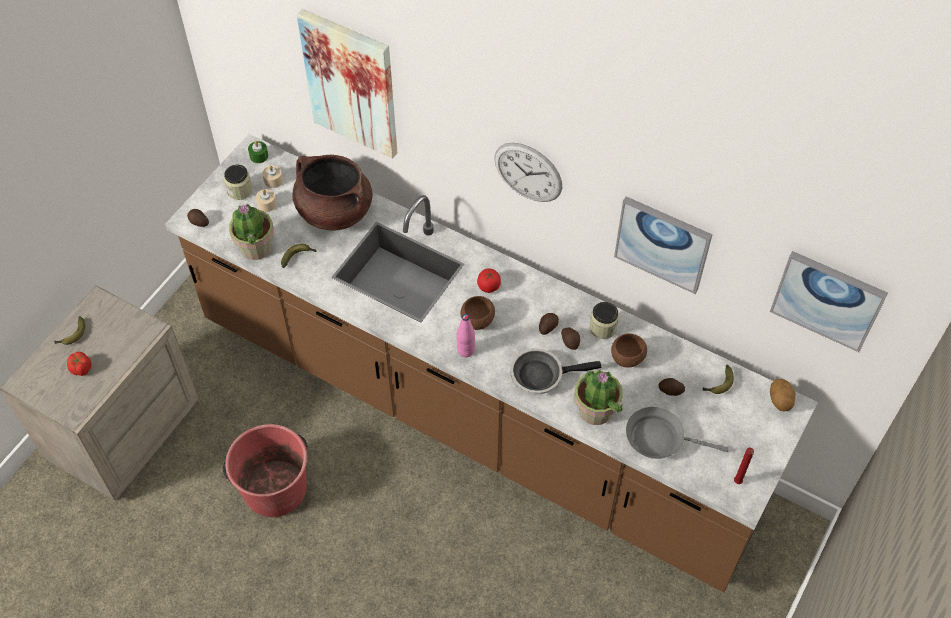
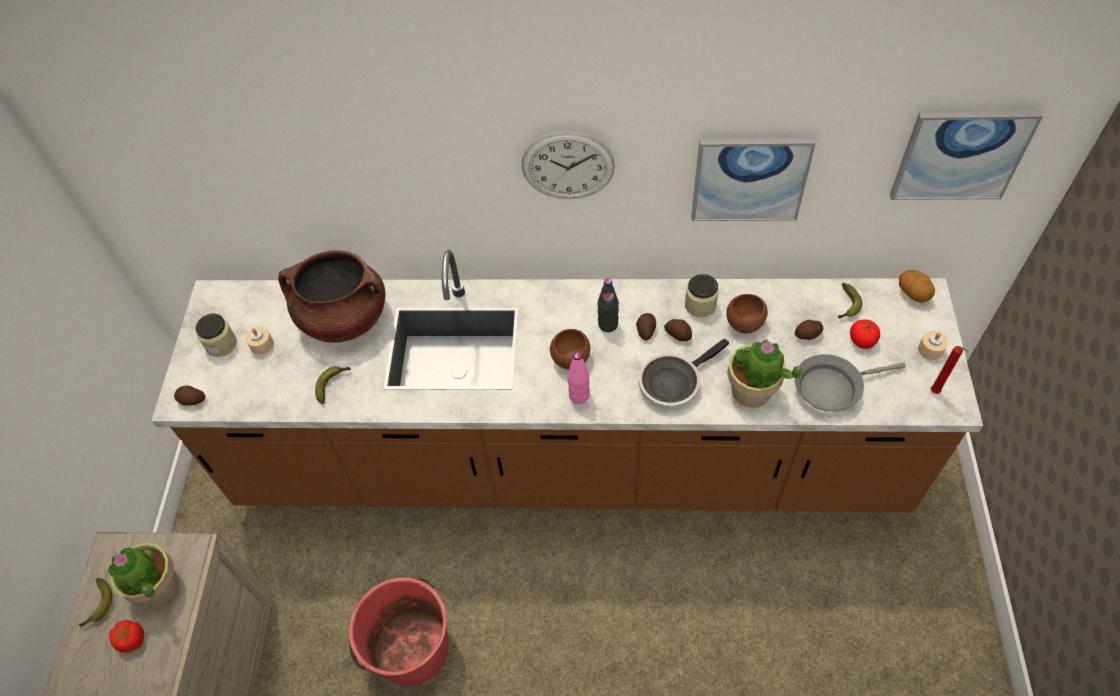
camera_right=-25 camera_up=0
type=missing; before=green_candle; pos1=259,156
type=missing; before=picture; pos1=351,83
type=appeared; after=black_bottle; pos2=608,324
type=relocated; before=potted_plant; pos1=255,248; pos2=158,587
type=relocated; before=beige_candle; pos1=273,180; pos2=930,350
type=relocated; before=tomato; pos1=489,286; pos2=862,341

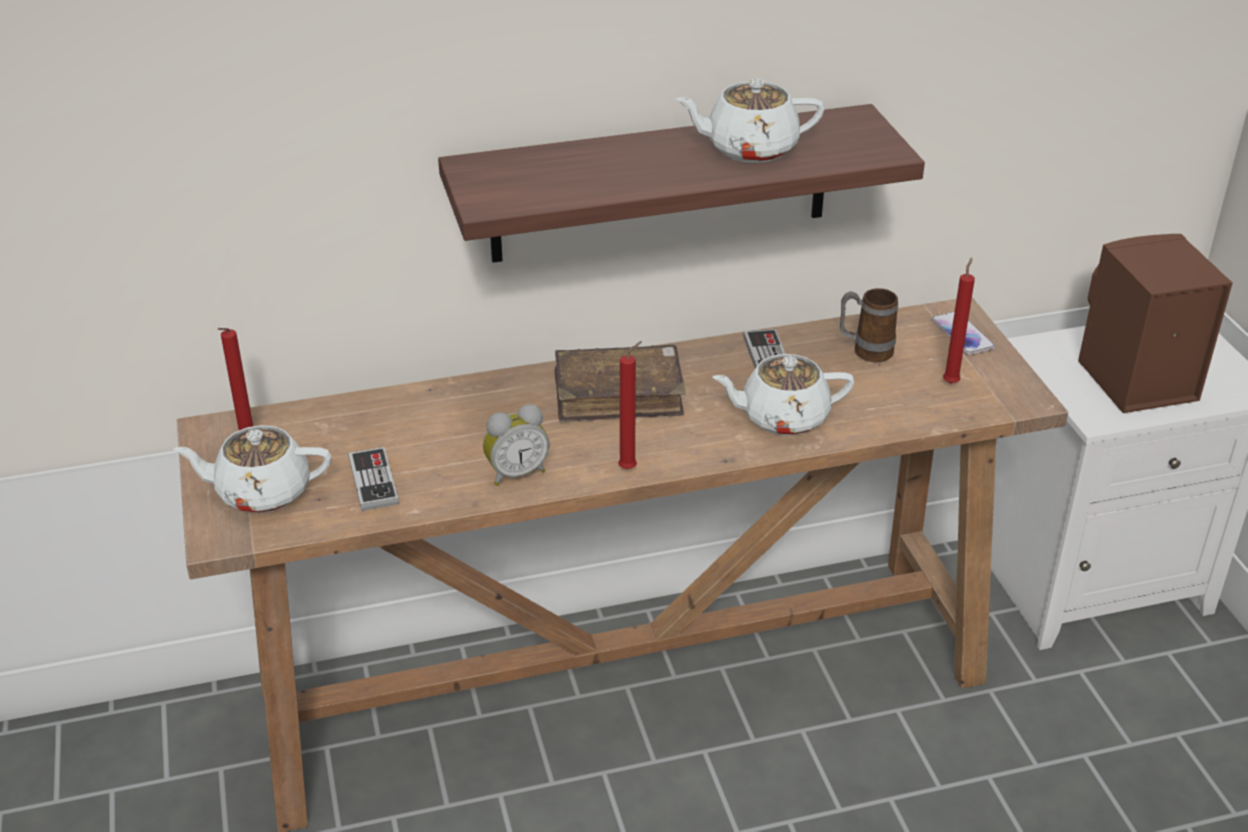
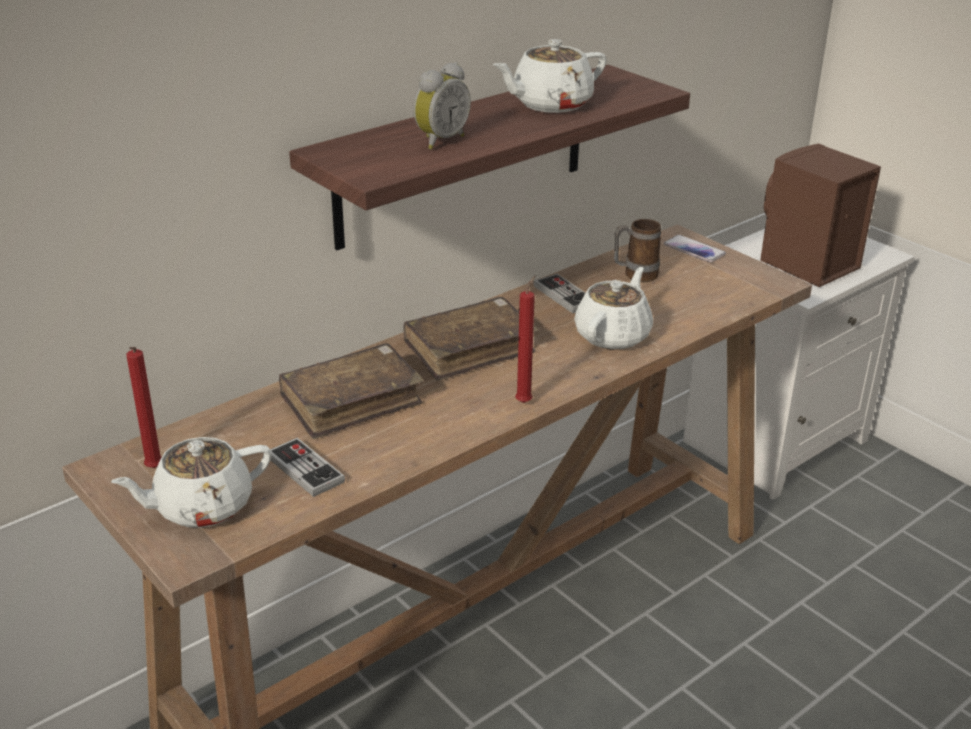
camera_right=-25 camera_up=-5
type=missing; before=red_candle; pos1=951,382
type=appeared; after=brown_book; pos2=351,403
type=relocated; before=alarm_clock; pos1=516,473; pos2=439,140
type=spun; before=white_teapot; pos1=782,417; pos2=613,335; turn=150

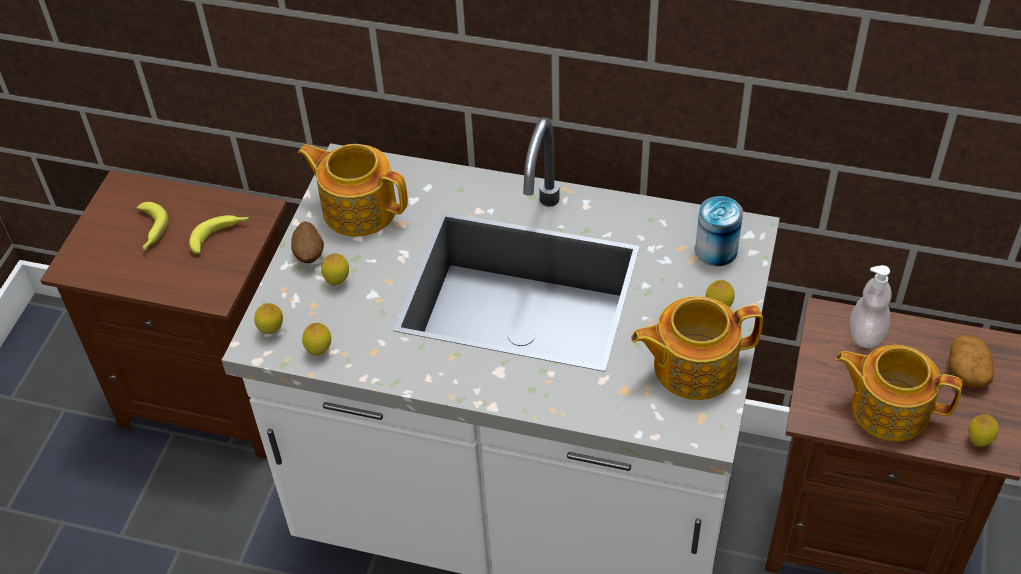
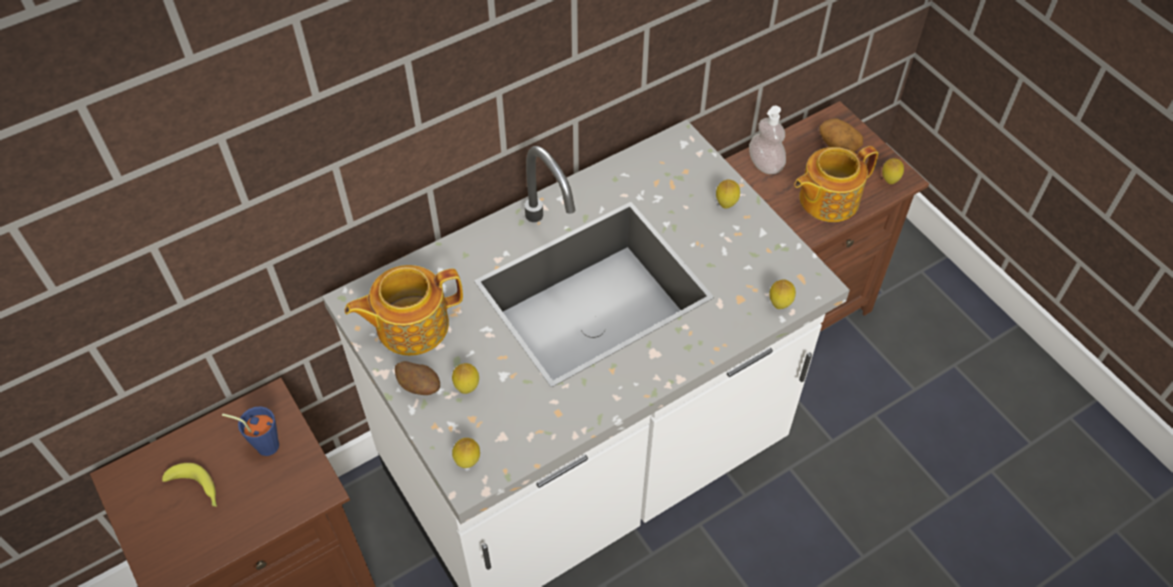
camera_right=-50 camera_up=5
type=missing; before=teapot; pos1=692,366
type=missing; before=can; pos1=716,250
type=relocated; before=lemon; pos1=319,351; pos2=779,304
type=exchanged; before=banana; after=blue_cup; pos1=220,235; pos2=263,444

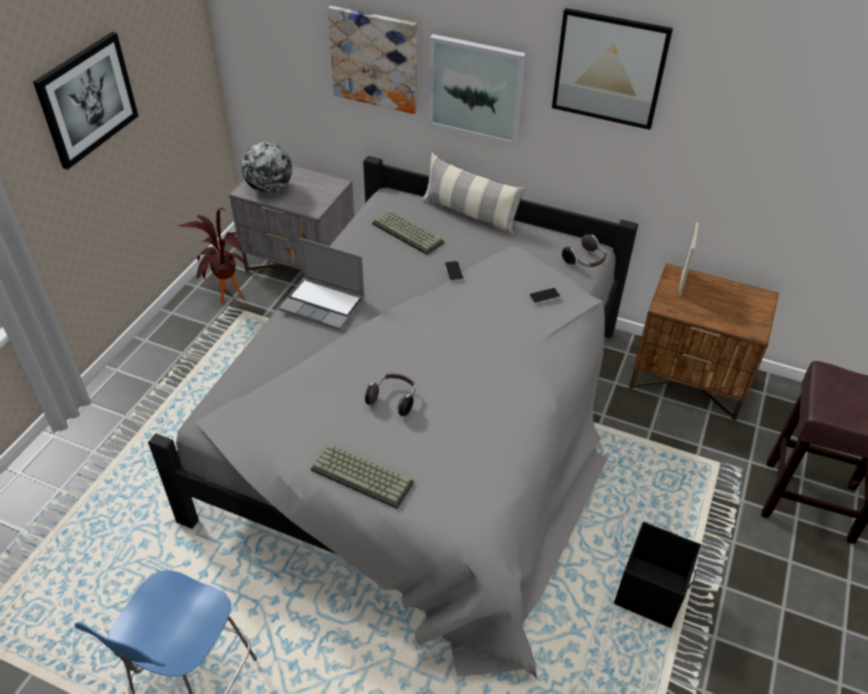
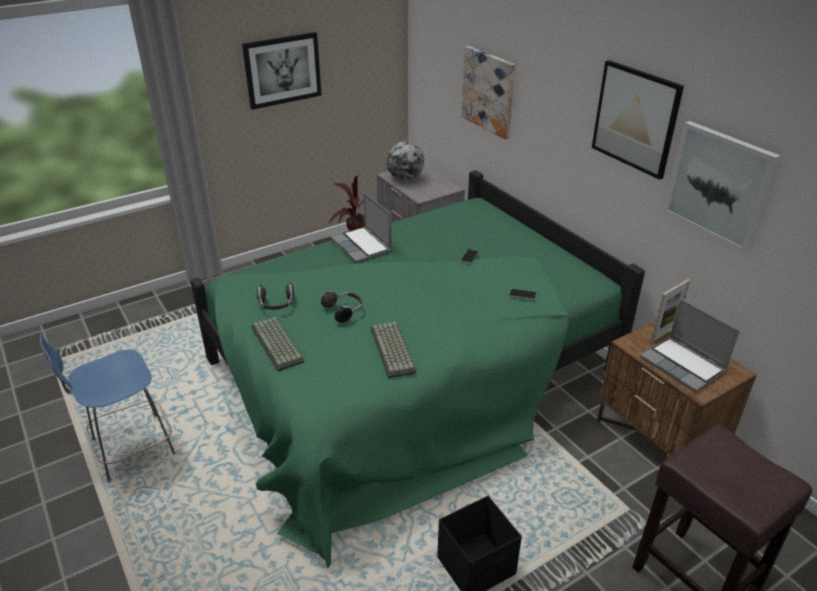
camera_right=35 camera_up=-10
type=missing; before=pillow; pos1=470,214
type=appeared; after=laptop; pos2=683,365
type=relocated; before=keyboard; pos1=409,233; pos2=394,350
type=relocated; before=picture; pos1=476,89; pos2=719,185
type=relocated; before=headphones; pos1=585,261; pos2=277,305
type=colour; before=grey_bed; after=green_bed; pos1=427,430; pos2=408,377

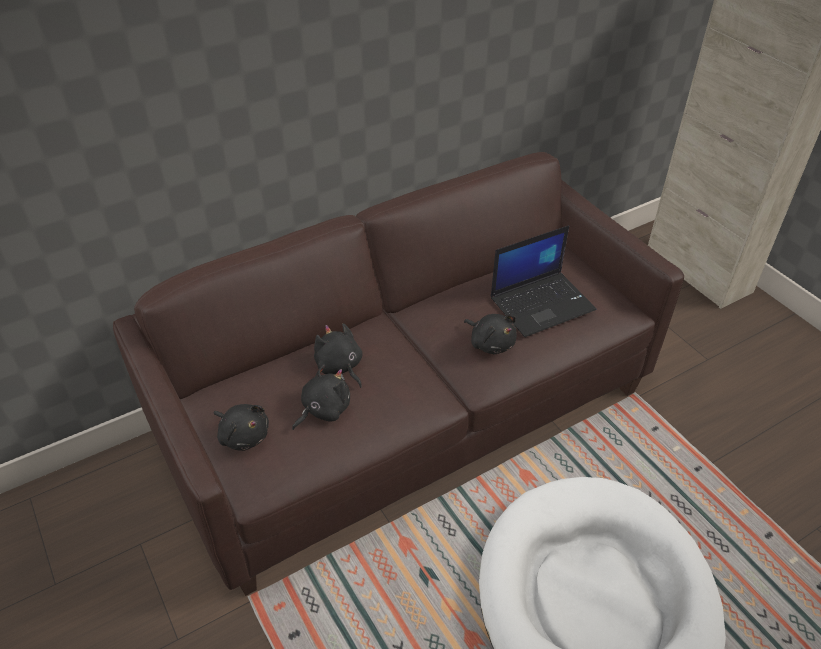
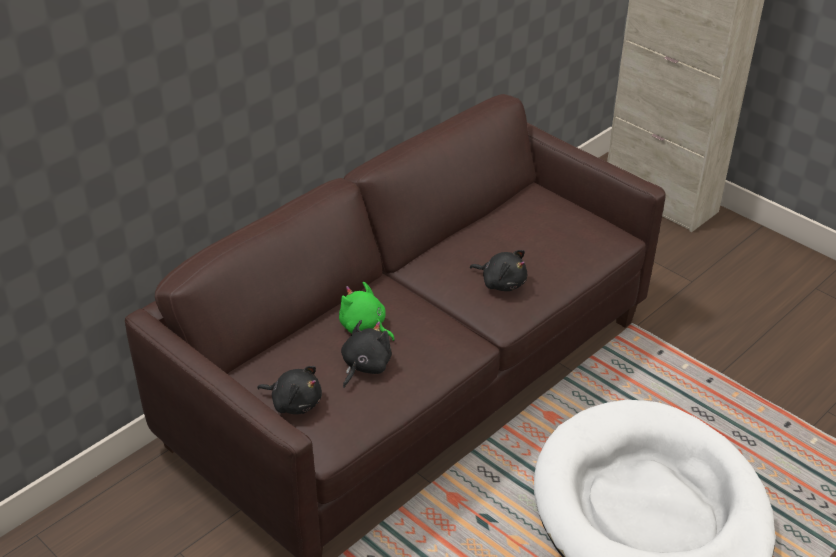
camera_right=-15 camera_up=-5
type=missing; before=laptop; pos1=542,303
type=colour; before=black_plush_toy; after=green_plush_toy; pos1=340,367; pos2=364,327

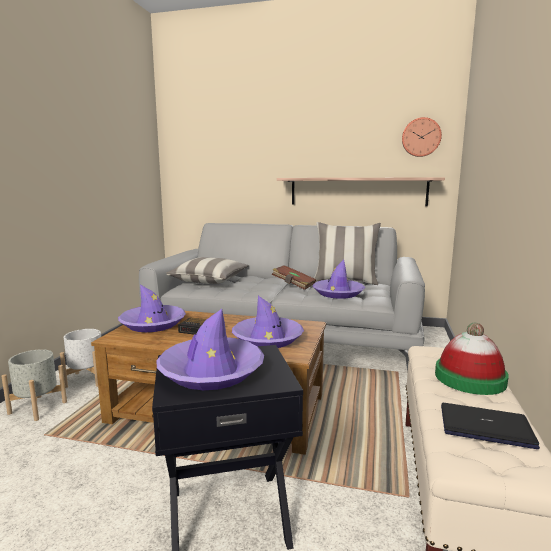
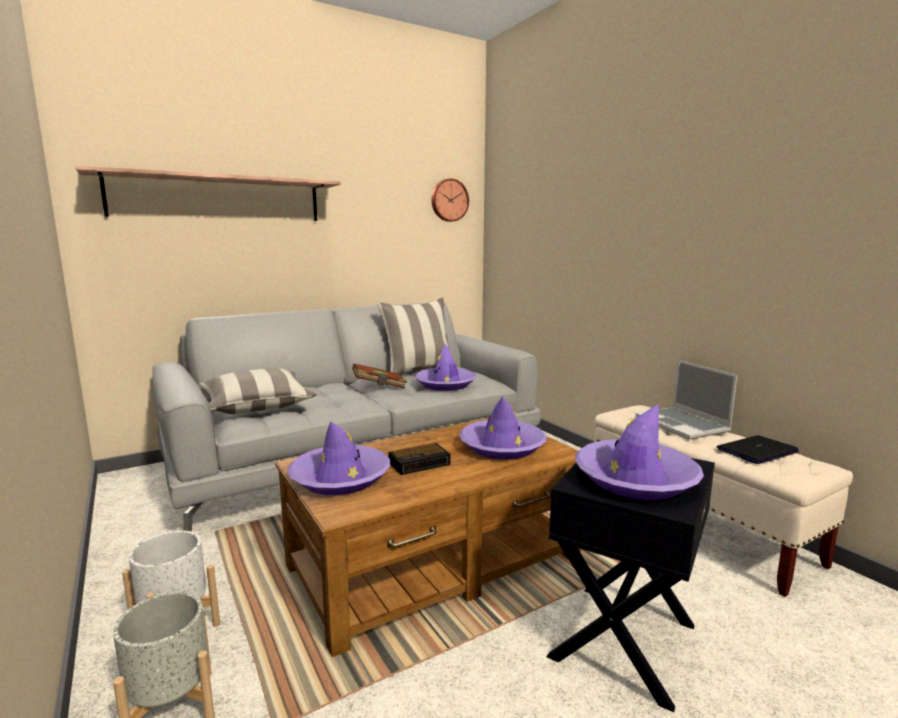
camera_right=-45 camera_up=0
type=relocated; before=shelf; pos1=357,191; pos2=218,198
type=exchanged; before=hat; after=laptop; pos1=470,378; pos2=683,425

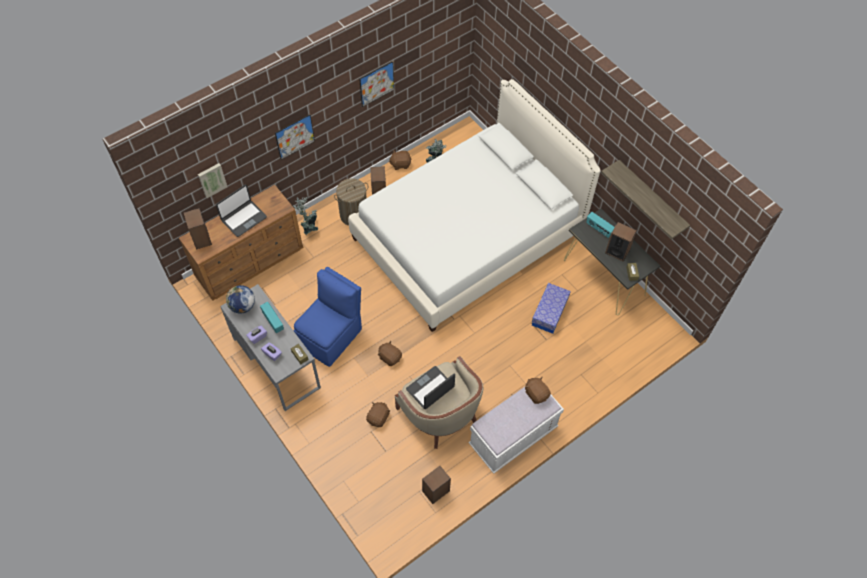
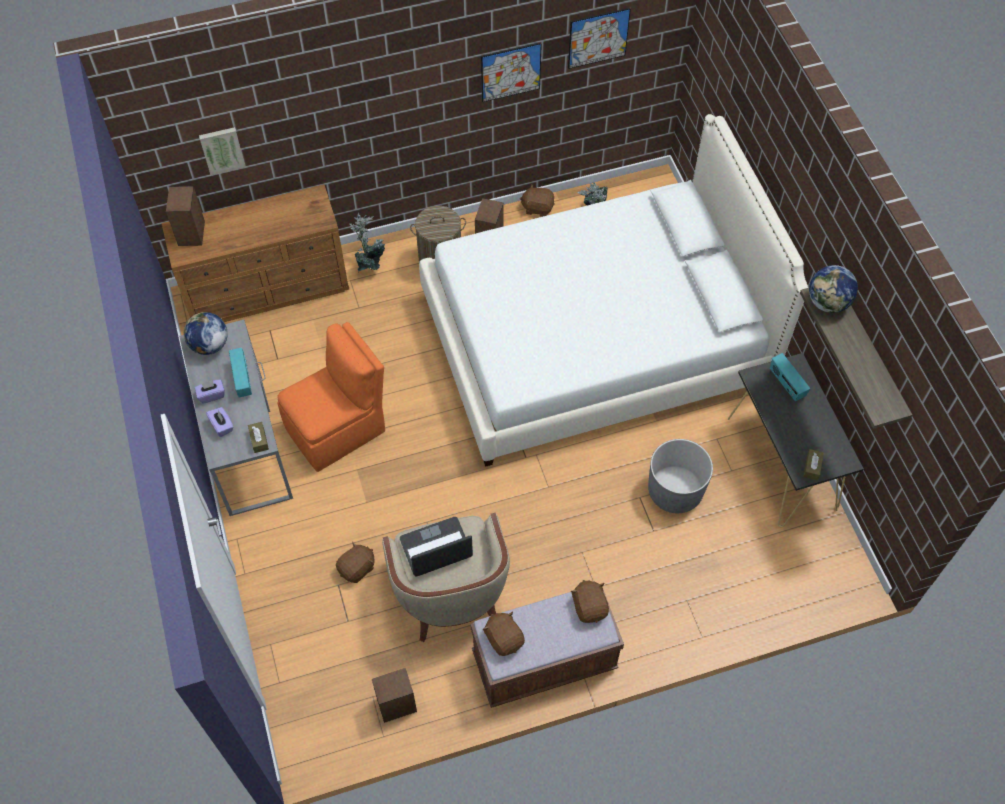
camera_right=20 camera_up=0
type=missing; before=laptop; pos1=243,218
type=missing; before=speaker; pos1=617,251
type=appeared; after=globe; pos2=828,303
type=relocated; before=picture; pos1=295,136; pos2=598,38
type=relocated; before=brown_plush_toy; pos1=390,357; pos2=504,638
type=exchanged; before=storage_box; after=grey_planter; pos1=549,312; pos2=675,491
type=colour; before=blue_chair; after=orange_chair; pos1=331,336; pos2=338,428
type=colour; before=white_bench; after=brown_bench; pos1=513,436; pos2=544,661

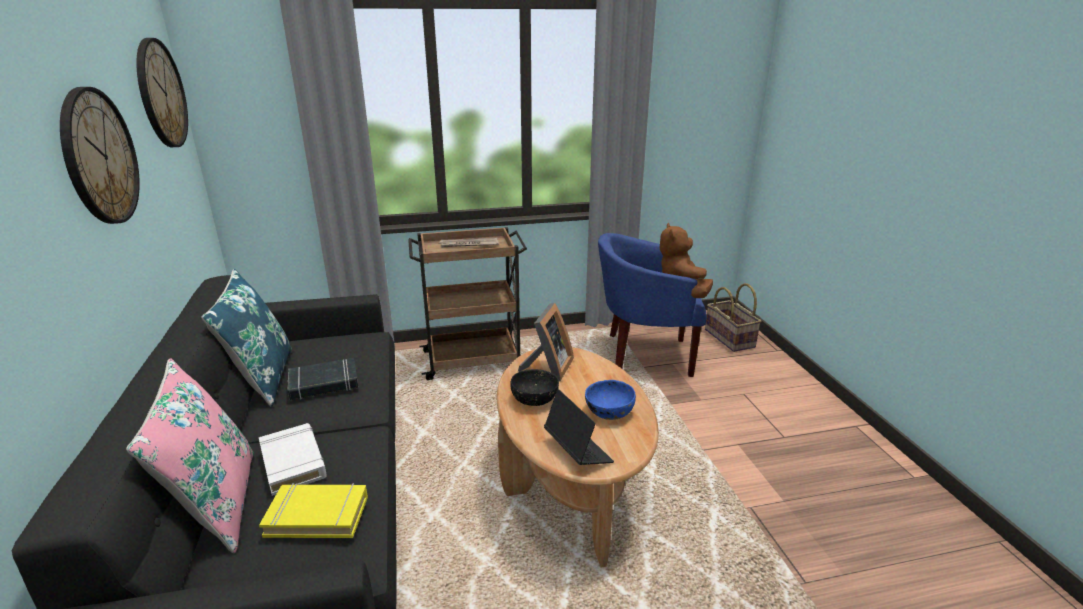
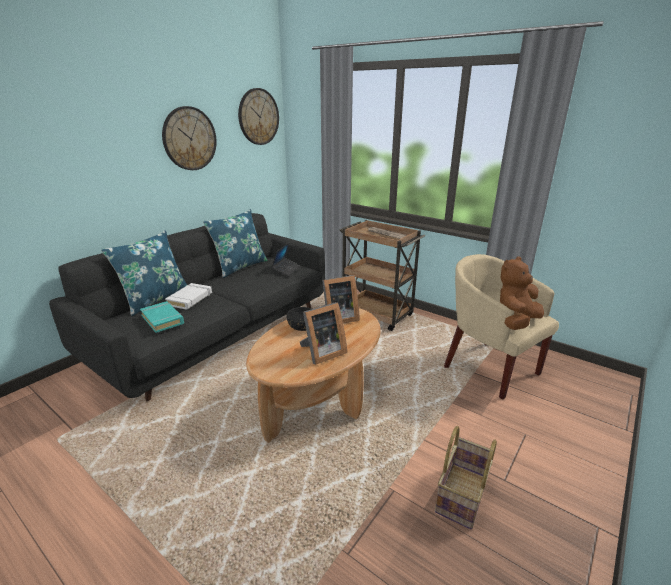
camera_right=50 camera_up=0
type=missing; before=black_book; pos1=324,384
type=relocated; before=laptop; pos1=577,450; pos2=286,270
type=relocated; before=basket; pos1=730,338; pos2=462,495
type=exchanged; before=blue_bowl; after=picture_frame; pos1=608,411; pos2=322,353
type=colour; before=pink_pillow; after=blue_pillow; pos1=217,503; pos2=155,299
type=colour; before=yellow_book; after=turquoise_book; pos1=317,515; pos2=163,319
type=colour; before=blue_armchair; after=beige_armchair; pos1=644,355; pos2=488,367

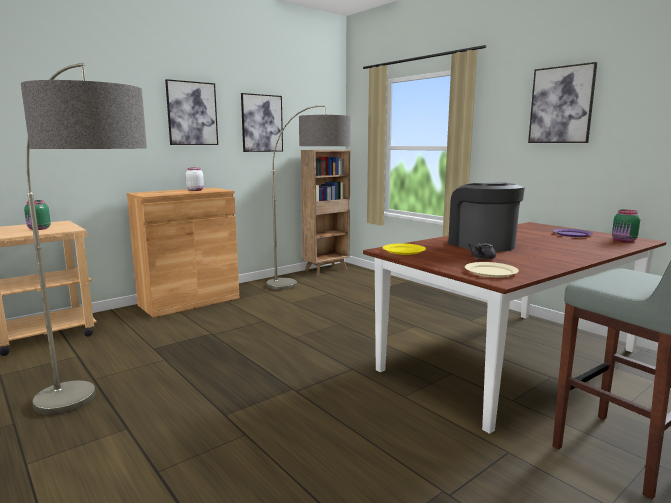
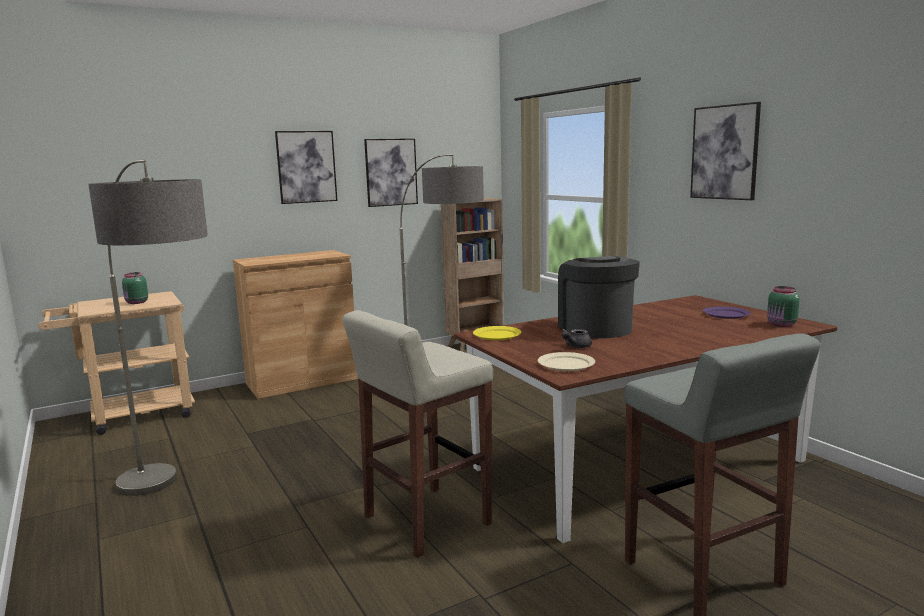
camera_right=10 camera_up=0
type=missing; before=white_jar; pos1=195,190
type=appeared; after=beige_stool; pos2=425,521

